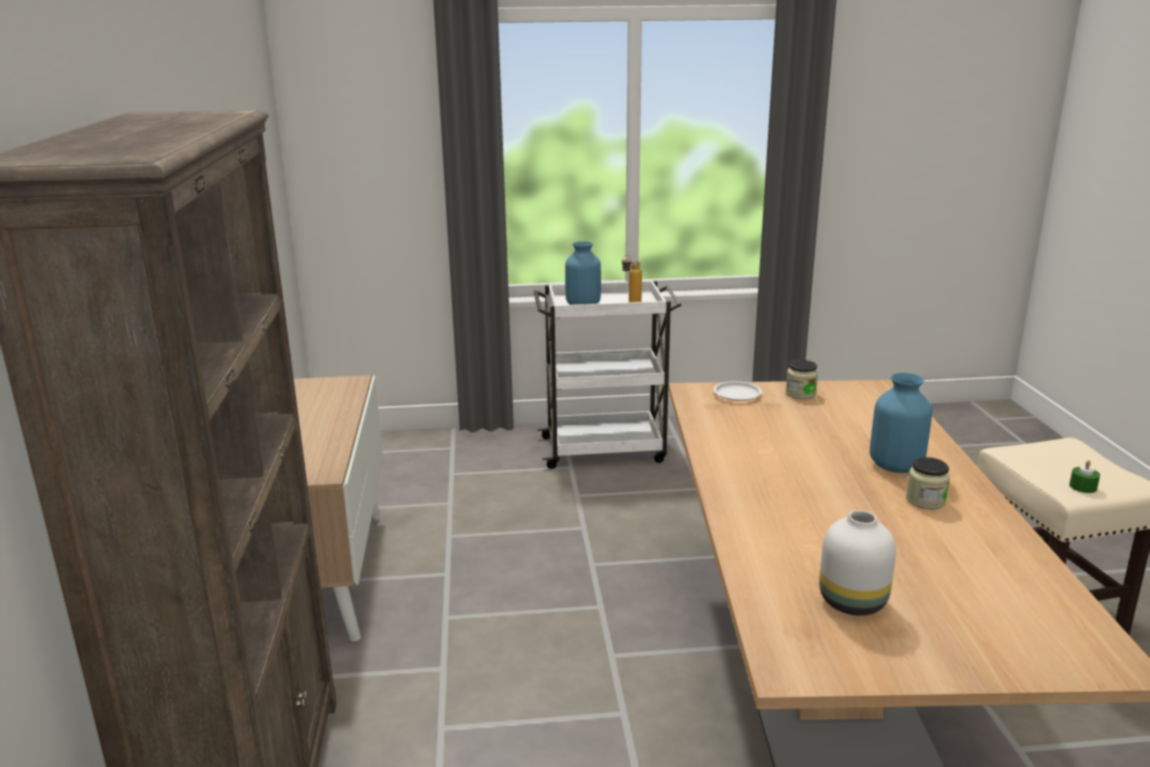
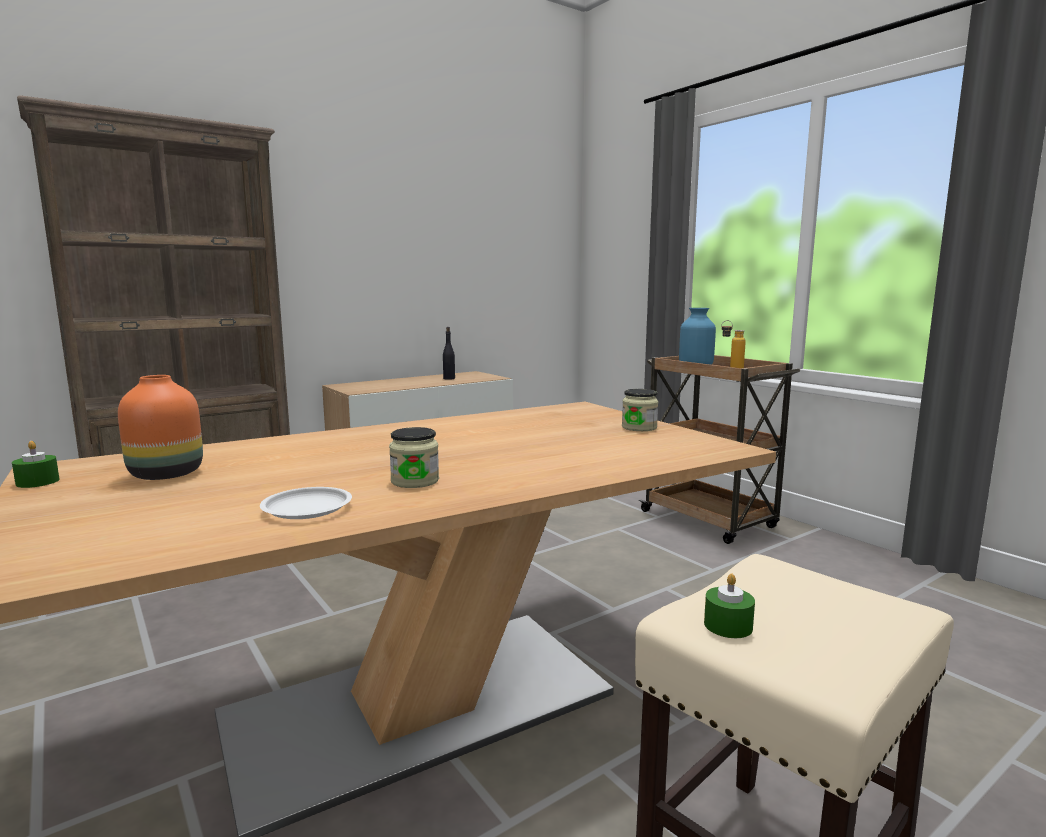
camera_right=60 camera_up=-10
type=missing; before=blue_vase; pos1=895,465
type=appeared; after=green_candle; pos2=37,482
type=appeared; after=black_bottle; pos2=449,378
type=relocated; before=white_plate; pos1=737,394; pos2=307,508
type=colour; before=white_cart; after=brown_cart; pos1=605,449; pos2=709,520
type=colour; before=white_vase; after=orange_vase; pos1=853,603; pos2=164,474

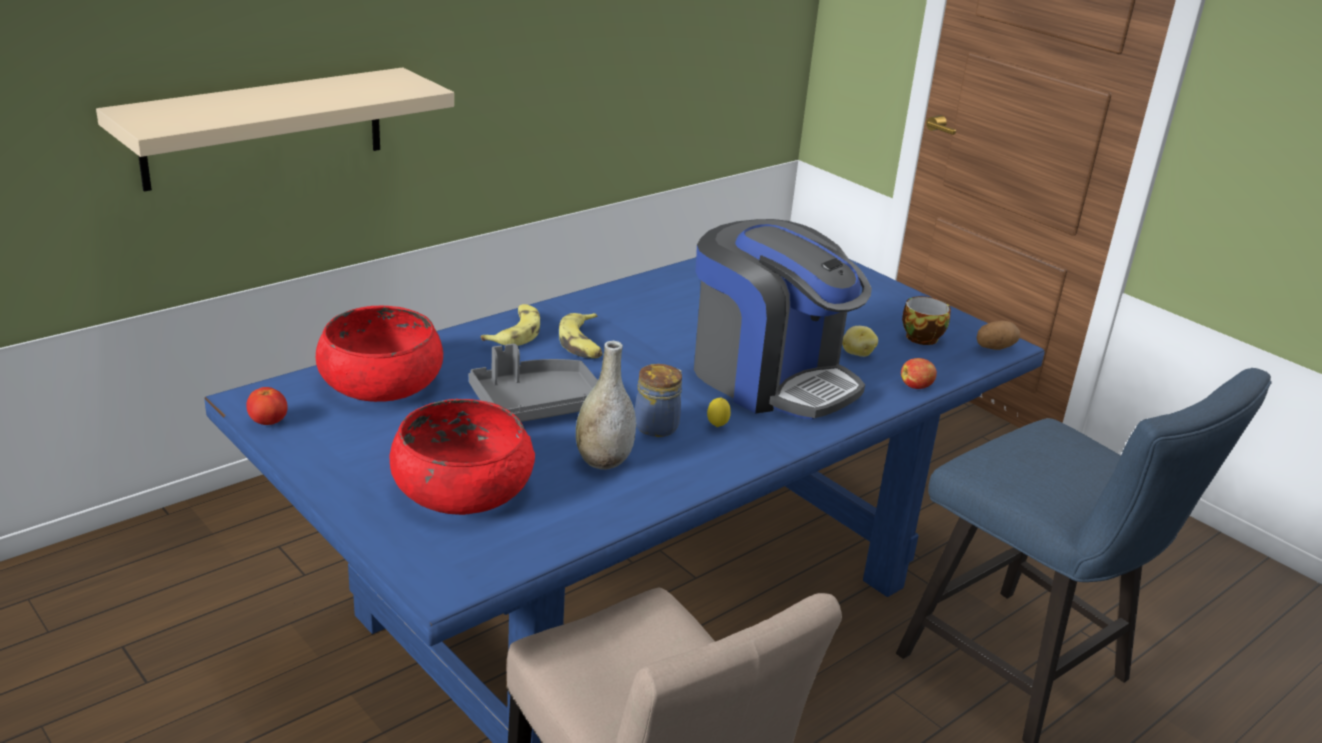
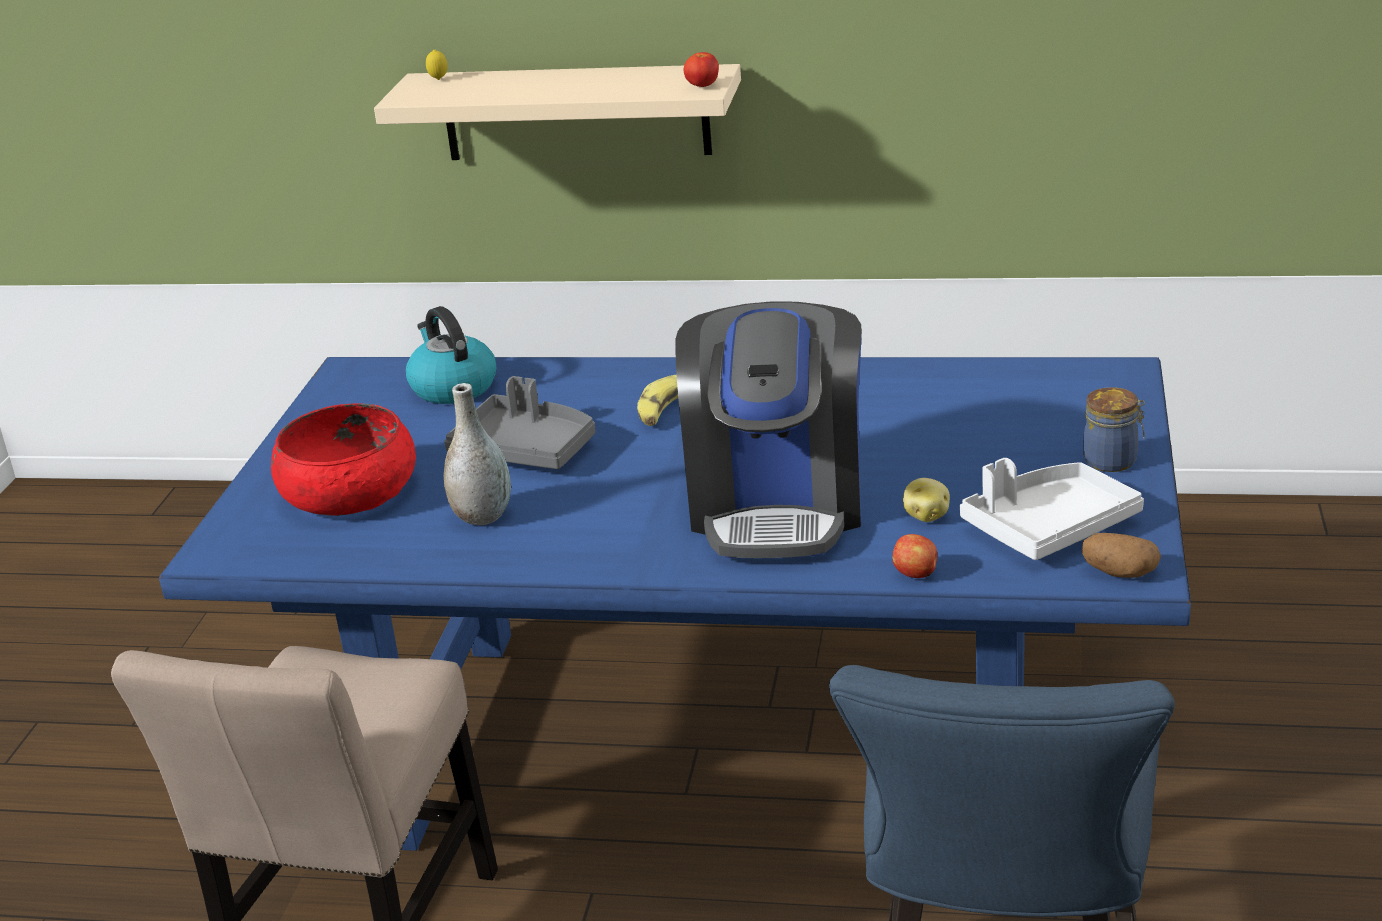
camera_right=55 camera_up=0
type=missing; before=banana; pos1=515,333
type=relocated; before=tomato; pos1=268,422; pos2=702,86
type=relocated; before=jar; pos1=658,426; pos2=1113,461
type=relocated; before=lemon; pos1=717,426; pos2=438,79
type=exchanged; before=red_bowl; after=kettle; pos1=381,382; pos2=452,387
type=exchanged; before=cup; after=white_tray; pos1=921,336; pos2=1049,527

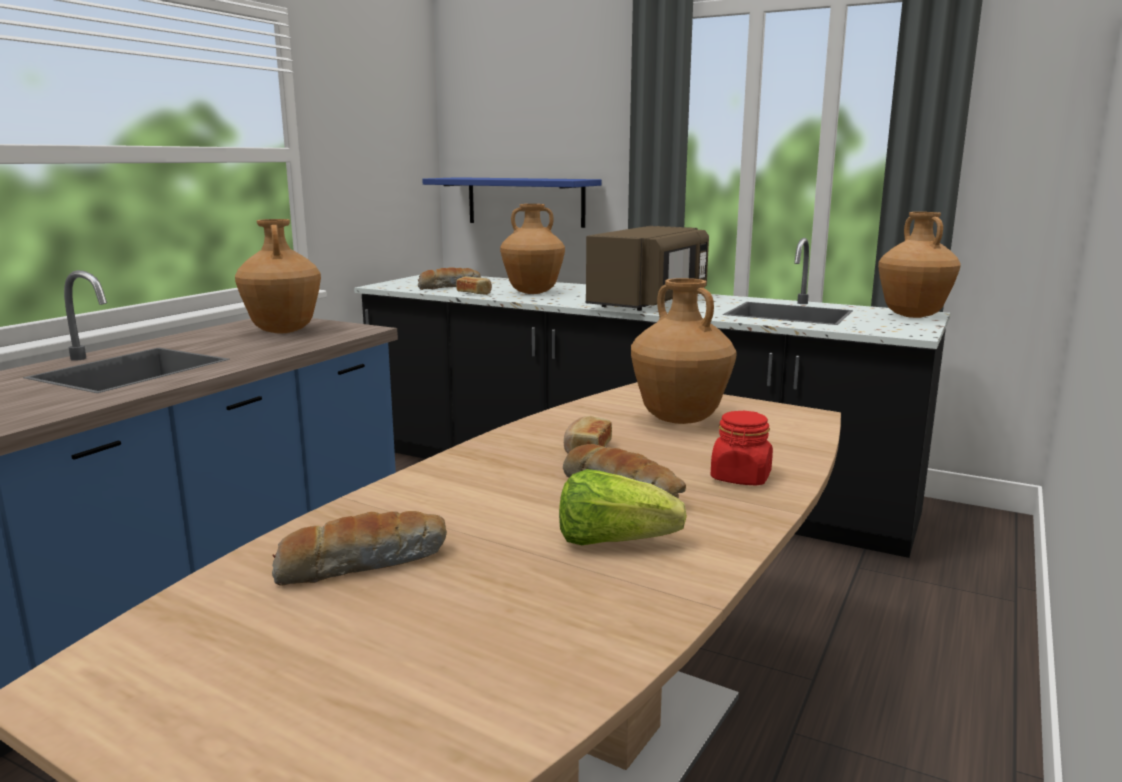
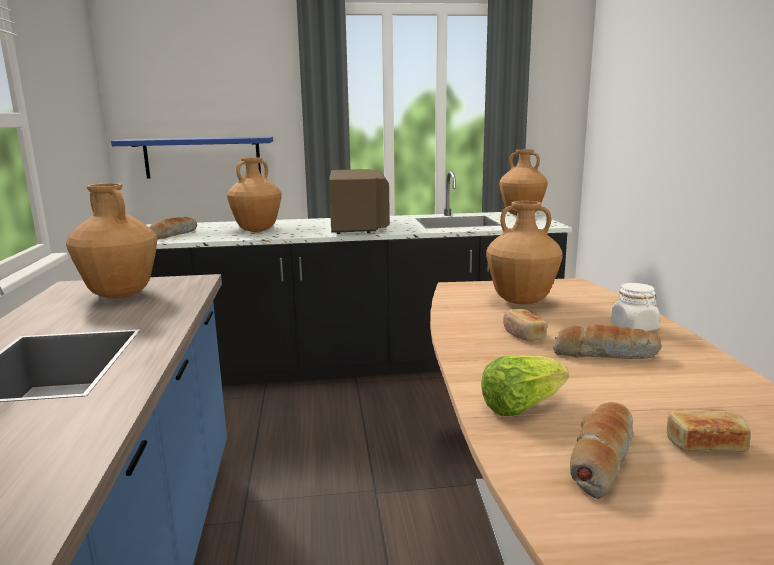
camera_right=-35 camera_up=0
type=relocated; before=bread; pos1=474,293; pos2=704,444
type=relocated; before=lettuce; pos1=613,541; pos2=521,406
type=colour; before=red_jar; after=white_jar; pos1=740,477; pos2=634,327

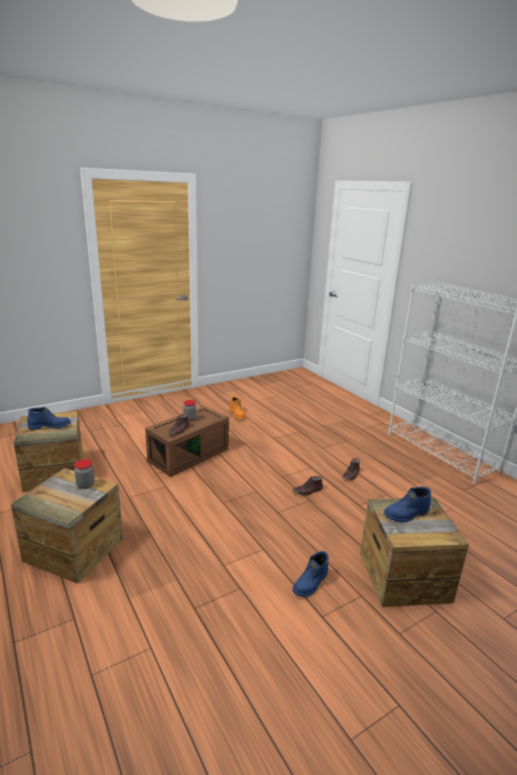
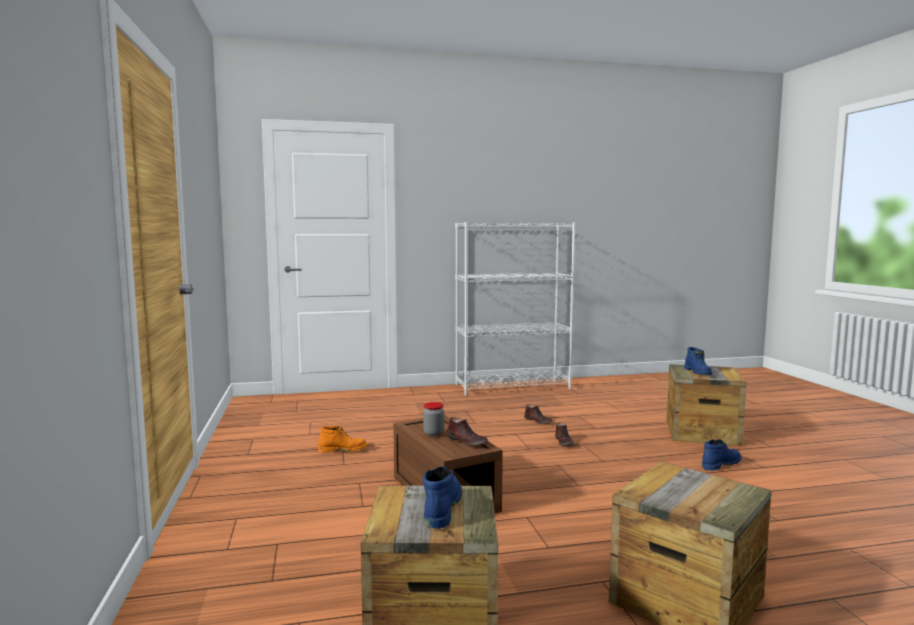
camera_right=-70 camera_up=-15
type=missing; before=jar; pos1=85,485
type=spun; before=blue_boot; pos1=311,583; pos2=720,464; turn=-90

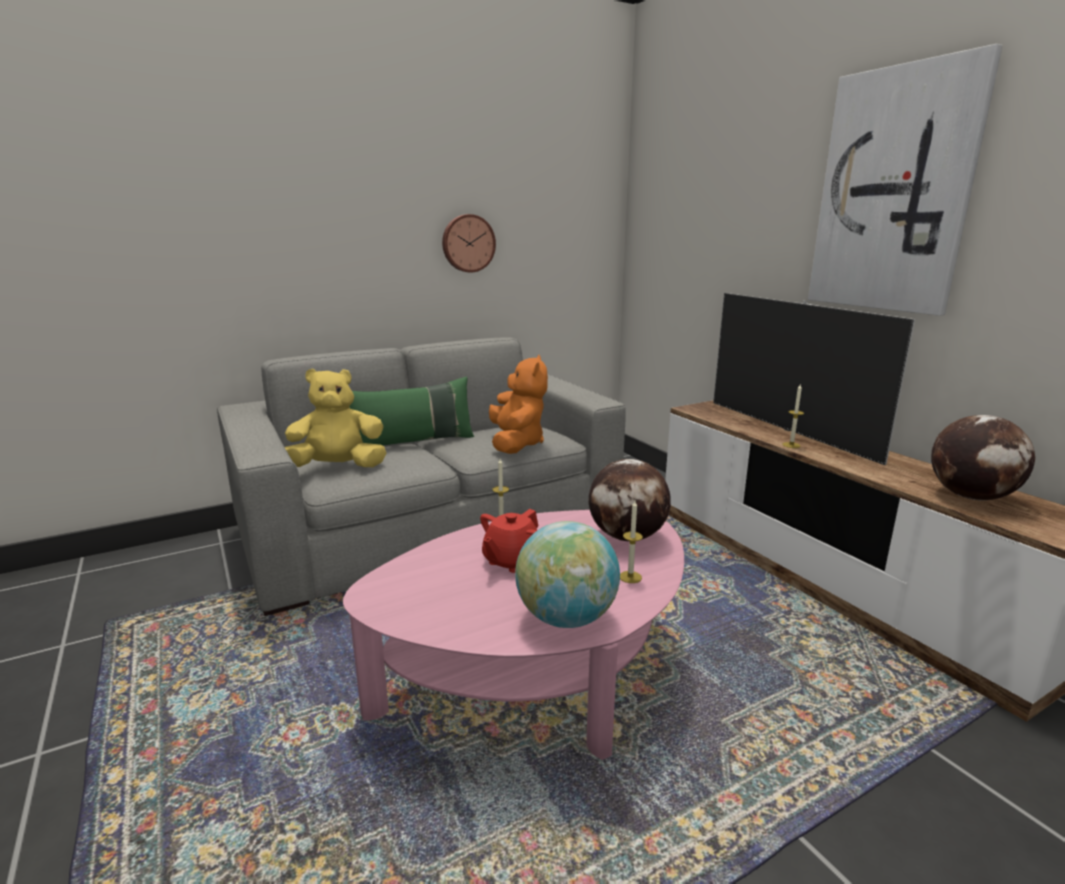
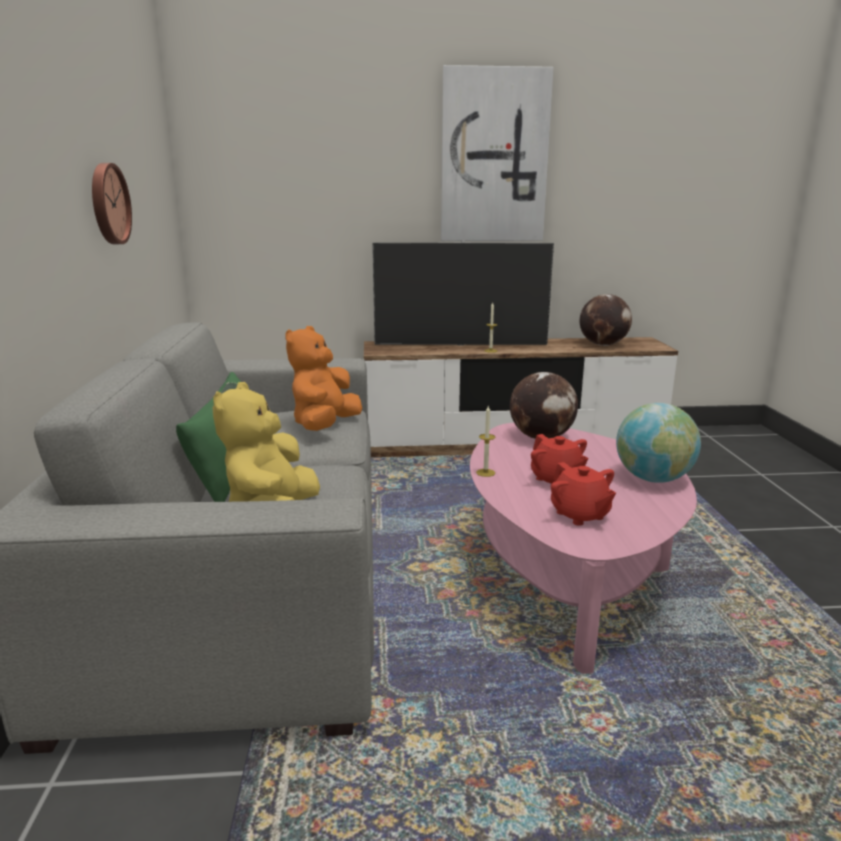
camera_right=-65 camera_up=0
type=missing; before=candle; pos1=630,577
type=appeared; after=red_teapot; pos2=579,515
type=spun; before=orange_plush_toy; pos1=516,443; pos2=325,426; turn=-90

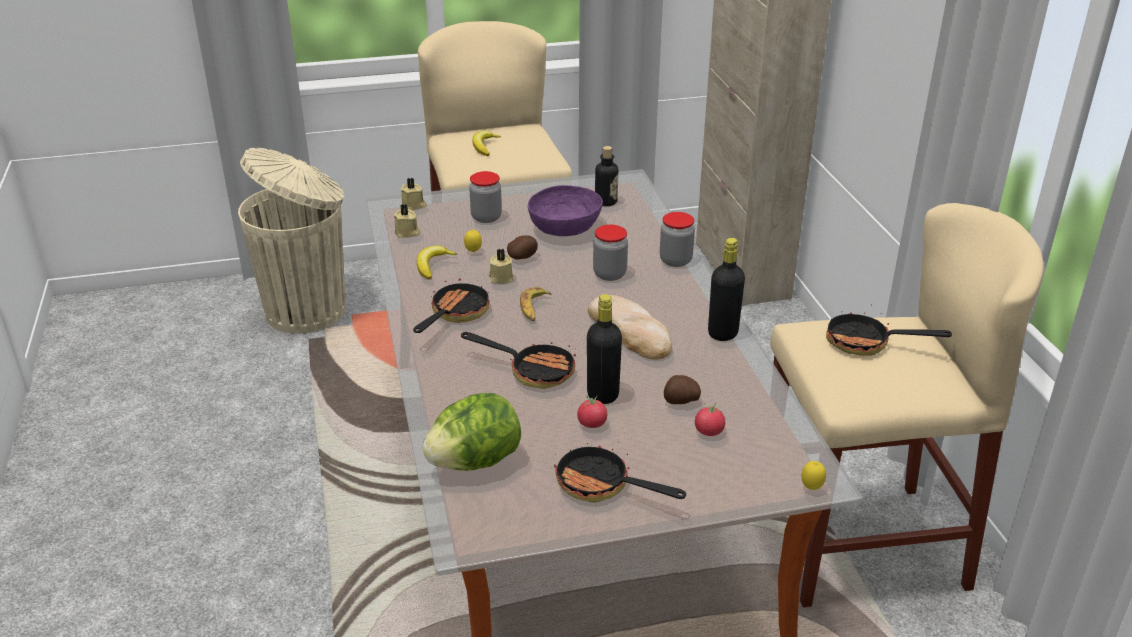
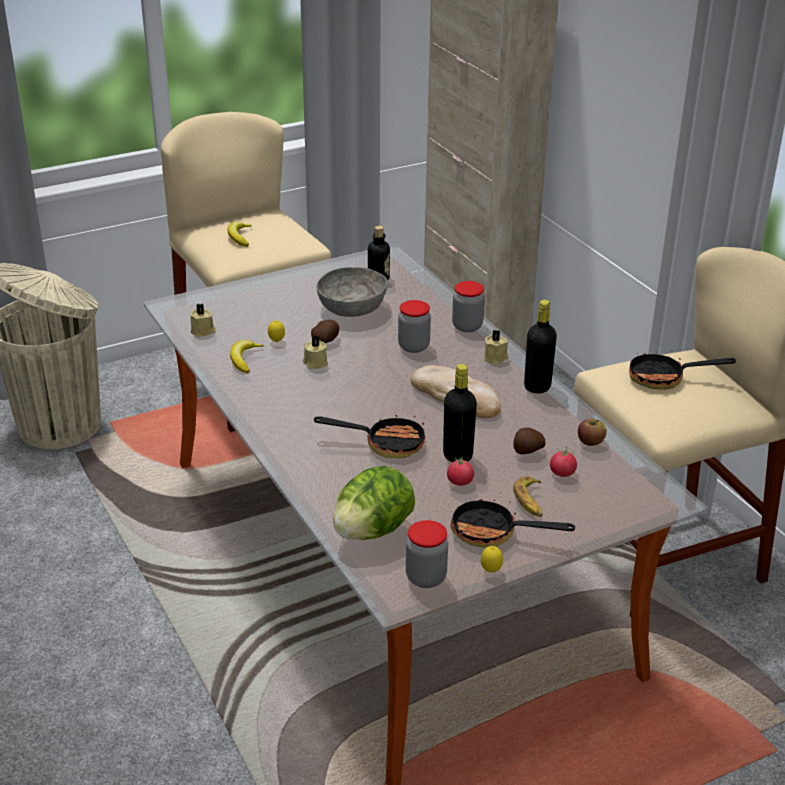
camera_right=-15 camera_up=0
type=missing; before=frying_pan; pos1=455,314
type=appeared; after=apple; pos2=590,441
type=relocated; before=beige_candle; pos1=414,205; pos2=496,358
type=relocated; before=jar; pos1=486,217; pos2=426,577
type=relocated; before=banana; pos1=534,309; pos2=530,501
type=relocated; before=lemon; pos1=811,488; pos2=491,571
type=colour; before=purple_bowl; after=grey_bowl; pos1=565,228; pos2=352,308

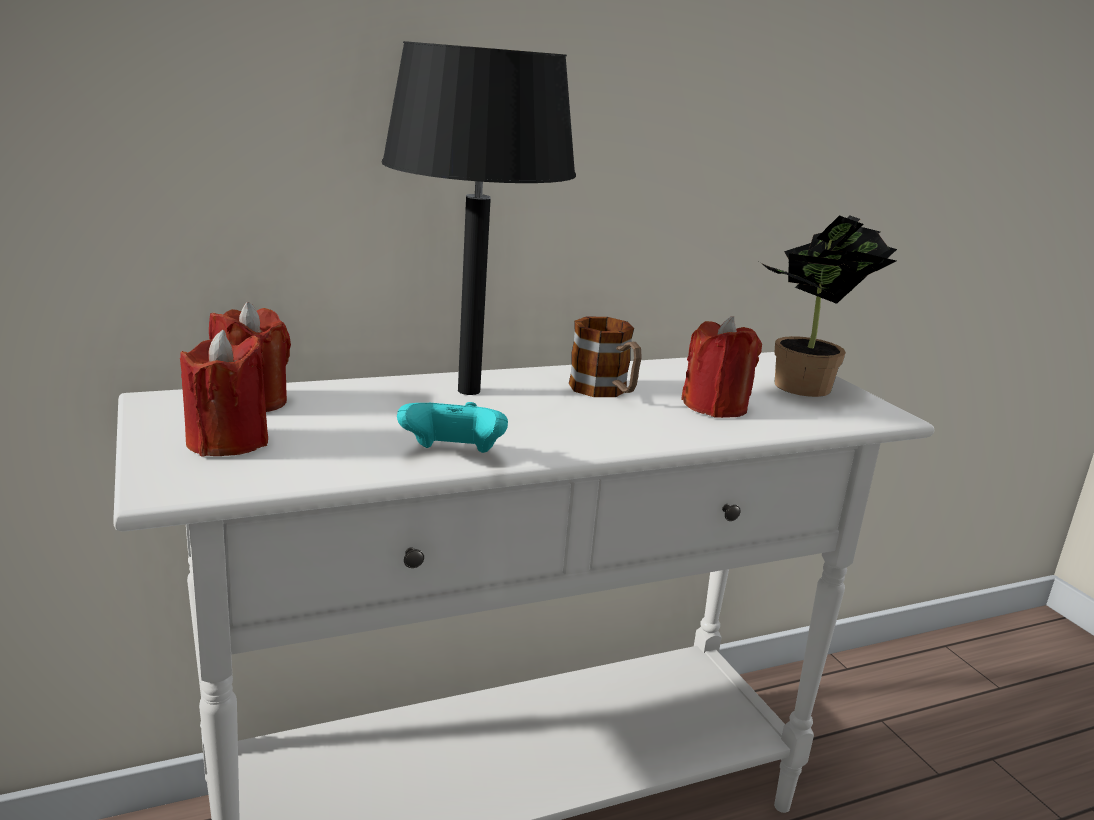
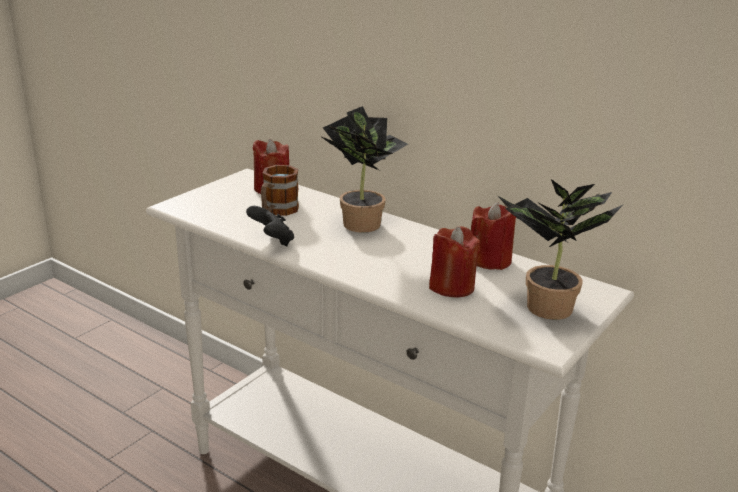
camera_right=60 camera_up=5
type=relocated; before=red_candle; pos1=227,442; pos2=490,260
type=relocated; before=mug; pos1=605,391; pos2=277,211
type=exchanged; before=black_table_lamp; after=potted_plant; pos1=468,391; pos2=360,222
type=colour; before=turquoise_game_controller; after=black_game_controller; pos1=453,456; pos2=272,241

